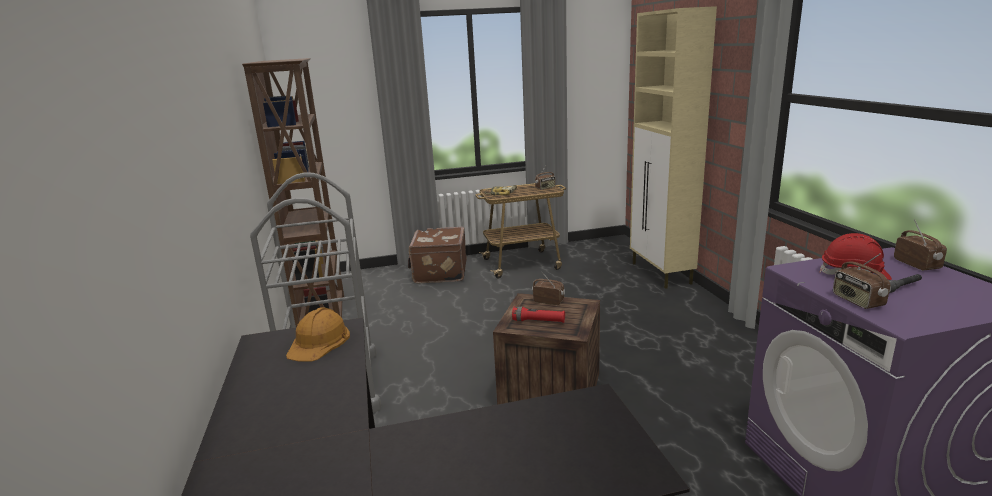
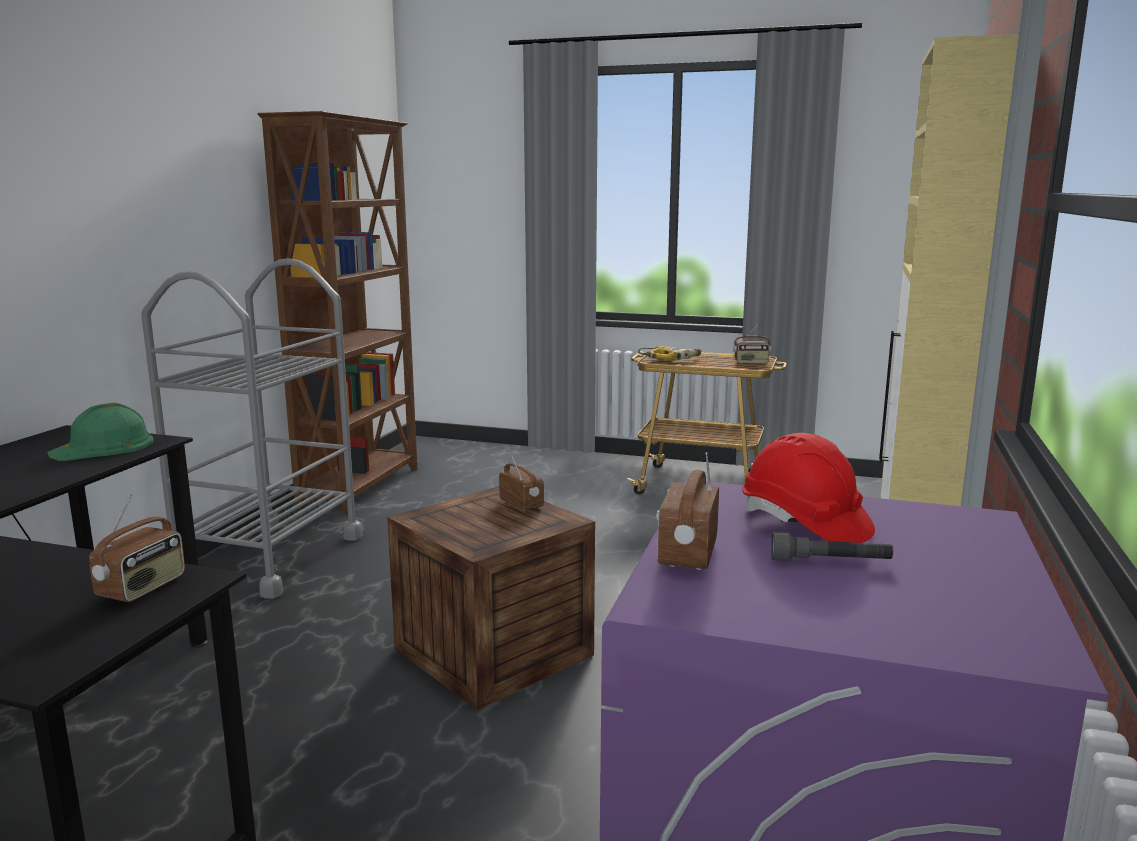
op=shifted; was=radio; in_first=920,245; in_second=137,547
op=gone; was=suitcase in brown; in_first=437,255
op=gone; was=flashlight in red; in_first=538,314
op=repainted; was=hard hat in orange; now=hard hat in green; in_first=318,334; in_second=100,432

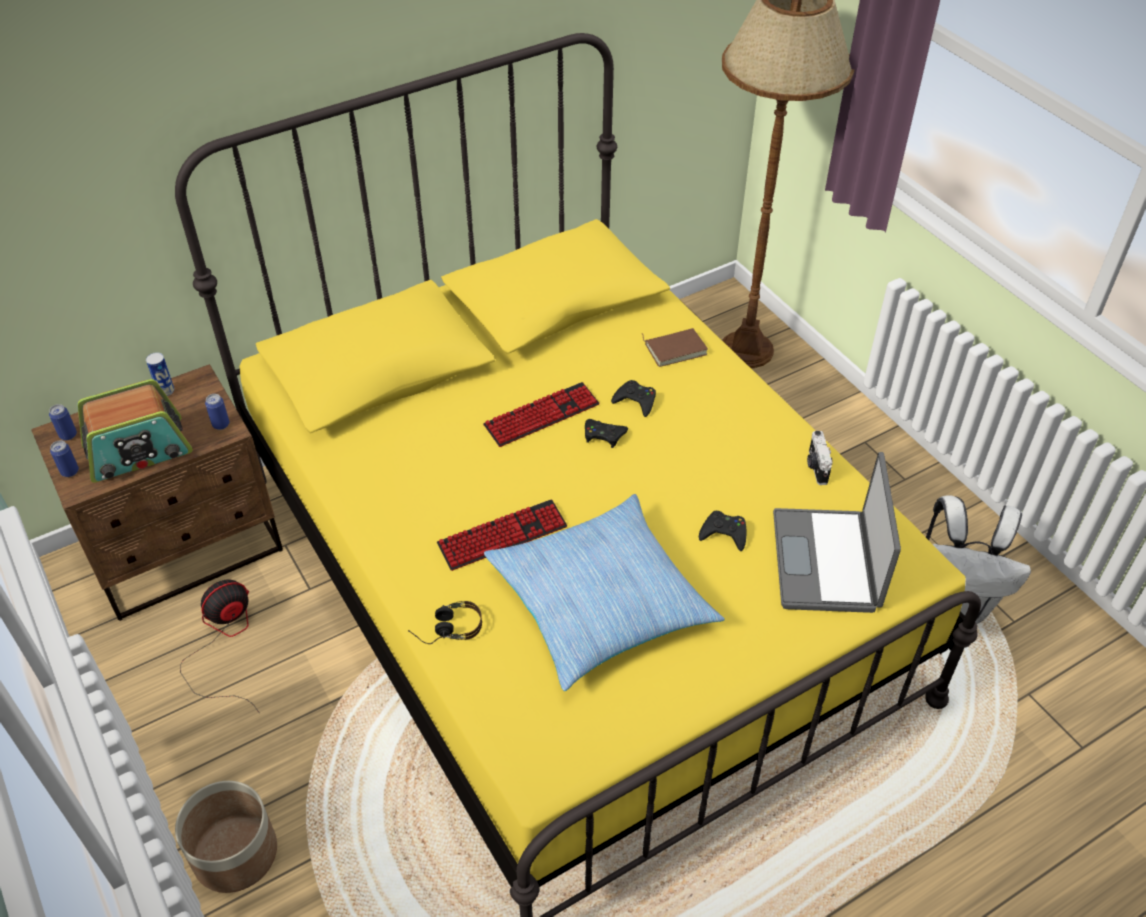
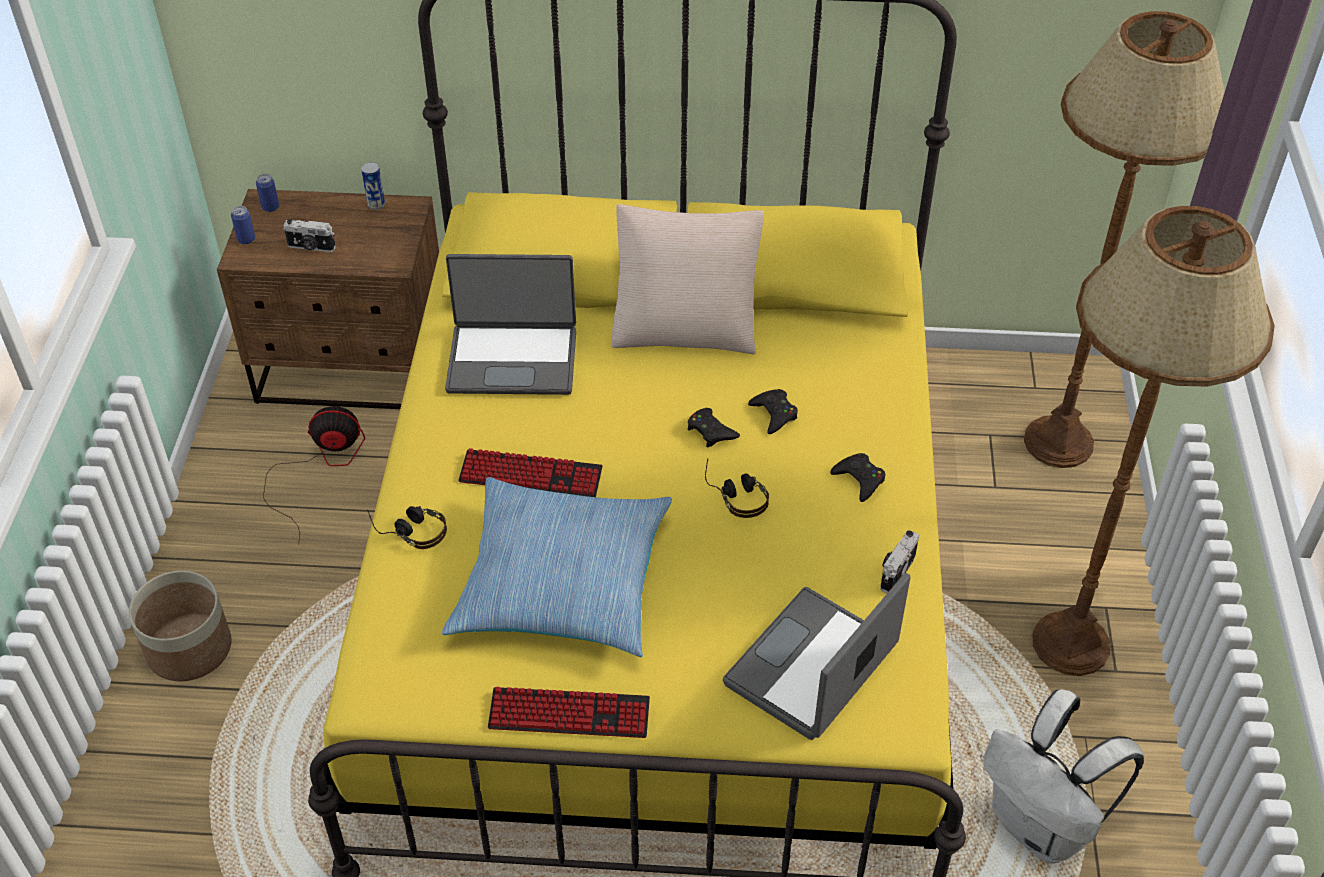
op=gone; was=book in brown; in_first=674,347
op=swapped; was=radio; now=photo camera; in_first=135,431; in_second=310,235
op=shifted; was=keyboard; in_first=541,414; in_second=569,712
op=gone; was=can; in_first=217,412
op=shifted; was=game controller in black; in_first=722,531; in_second=858,477
op=new; now=pillow in beige; in_second=688,279
op=new; now=floor lamp in brown; in_second=1154,441
op=new; now=laptop; in_second=510,324
op=new; now=headphones; in_second=737,488

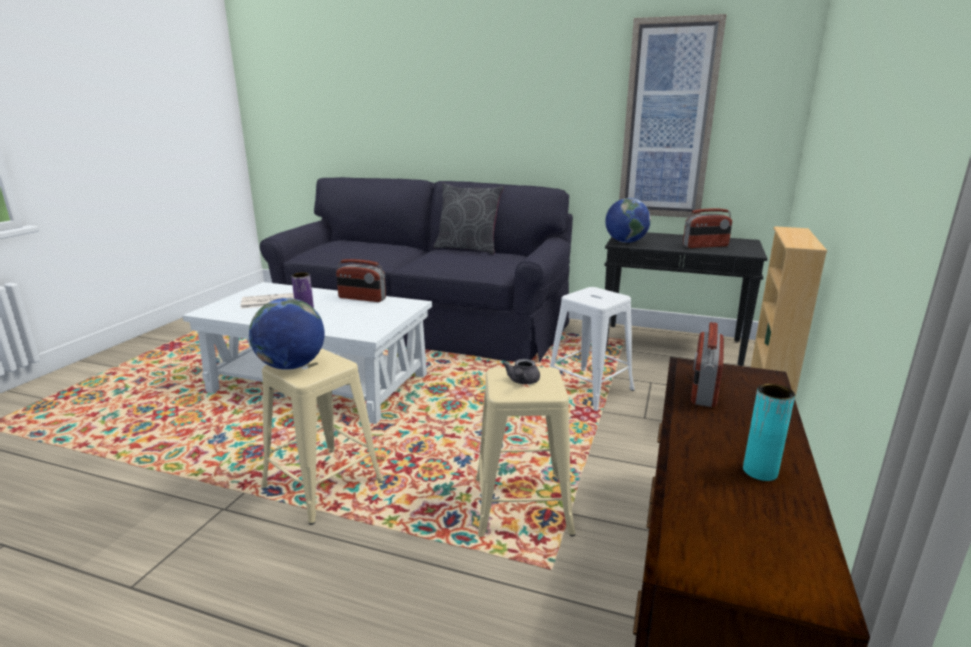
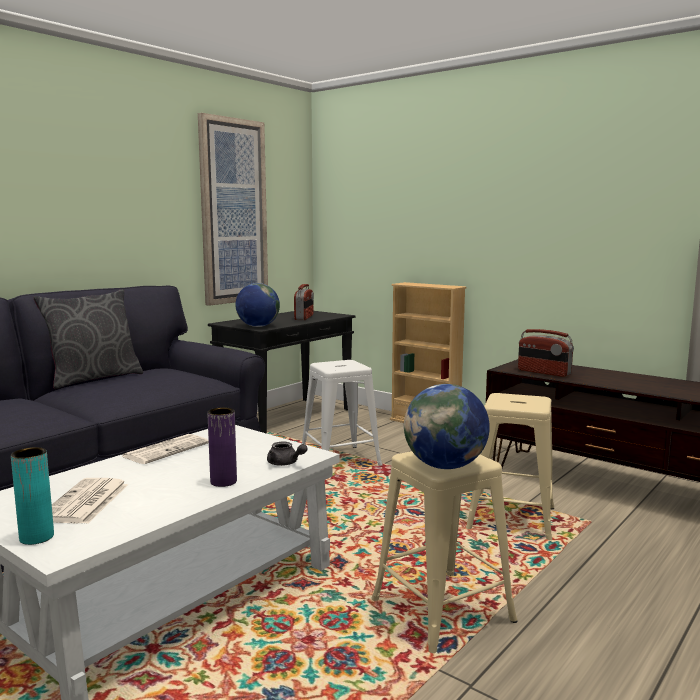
op=swapped; was=radio; now=newspaper; in_first=361,280; in_second=165,449
op=shifted; was=teapot in grey; in_first=521,371; in_second=287,454
op=shifted; was=vase in turquoise; in_first=769,432; in_second=32,496

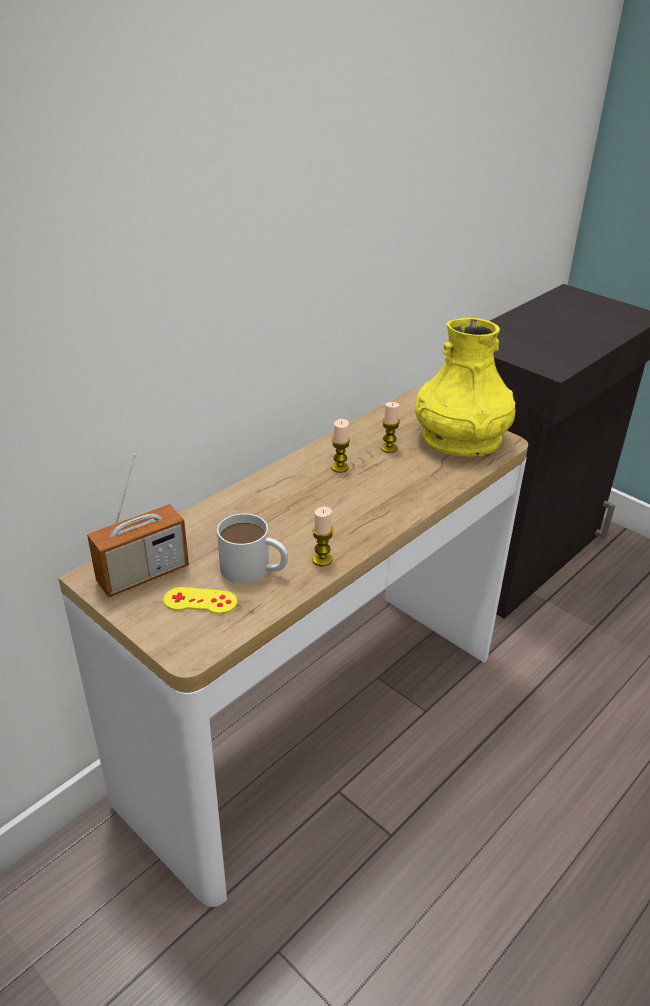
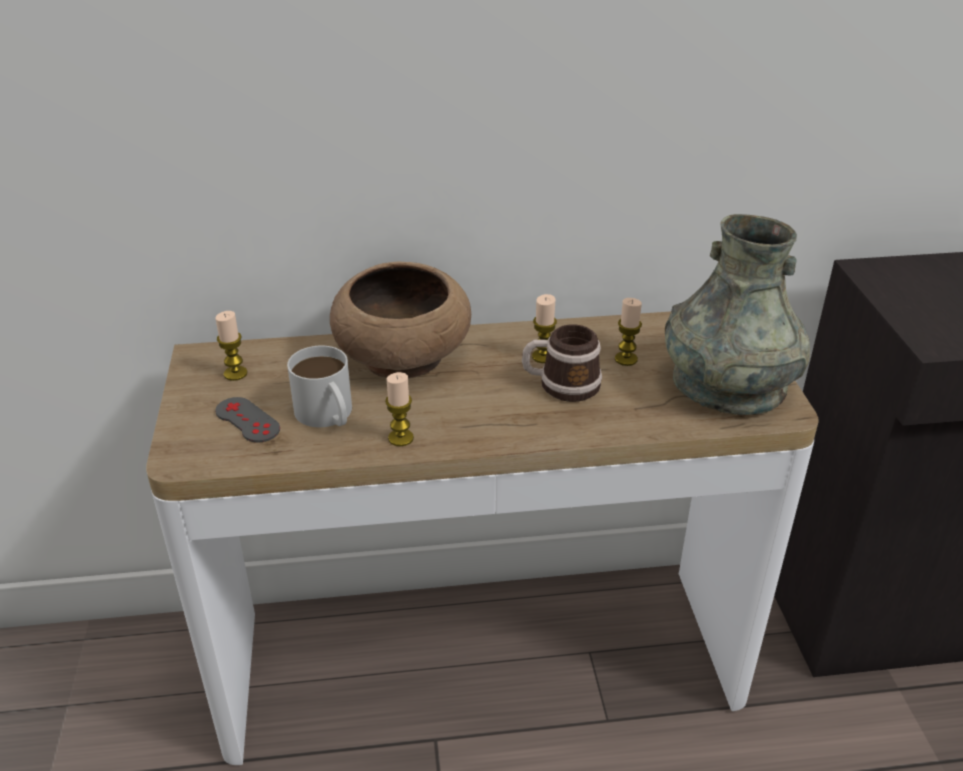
op=repainted; was=vase in yellow; now=vase in grey; in_first=465,387; in_second=737,314
op=swapped; was=radio; now=candle; in_first=138,525; in_second=231,346
op=repainted; was=game controller in yellow; now=game controller in grey; in_first=200,600; in_second=247,420
op=new; now=bowl in brown; in_second=400,319
op=new; now=mug; in_second=562,363

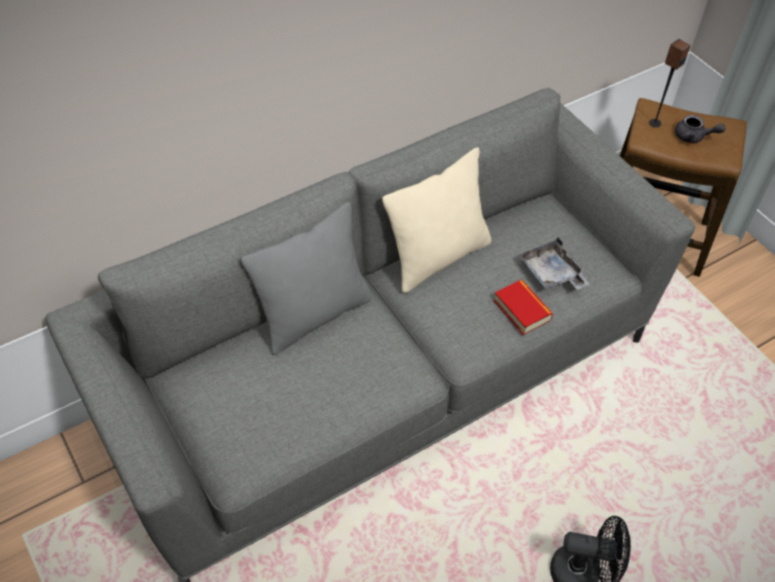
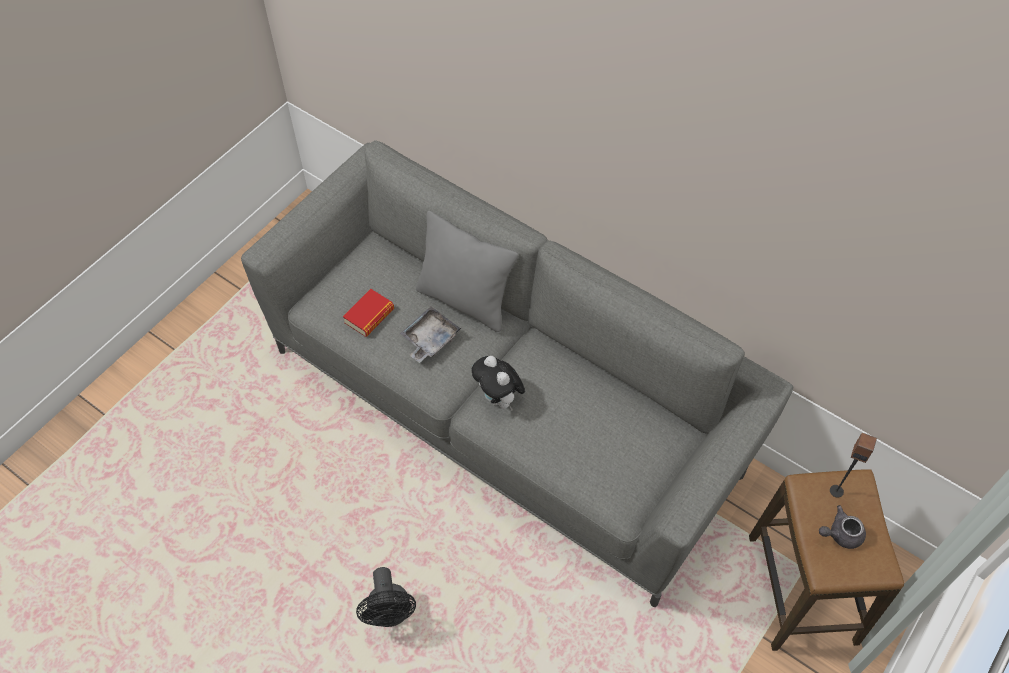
op=rotated; was=teapot in grey; in_first=700,129; in_second=842,527; clockwise=75
op=gone; was=pillow in beige; in_first=436,220
op=shifted; was=tray in grey; in_first=554,263; in_second=430,335
op=shifted; was=book; in_first=523,307; in_second=368,313
op=new; now=plush toy; in_second=498,383

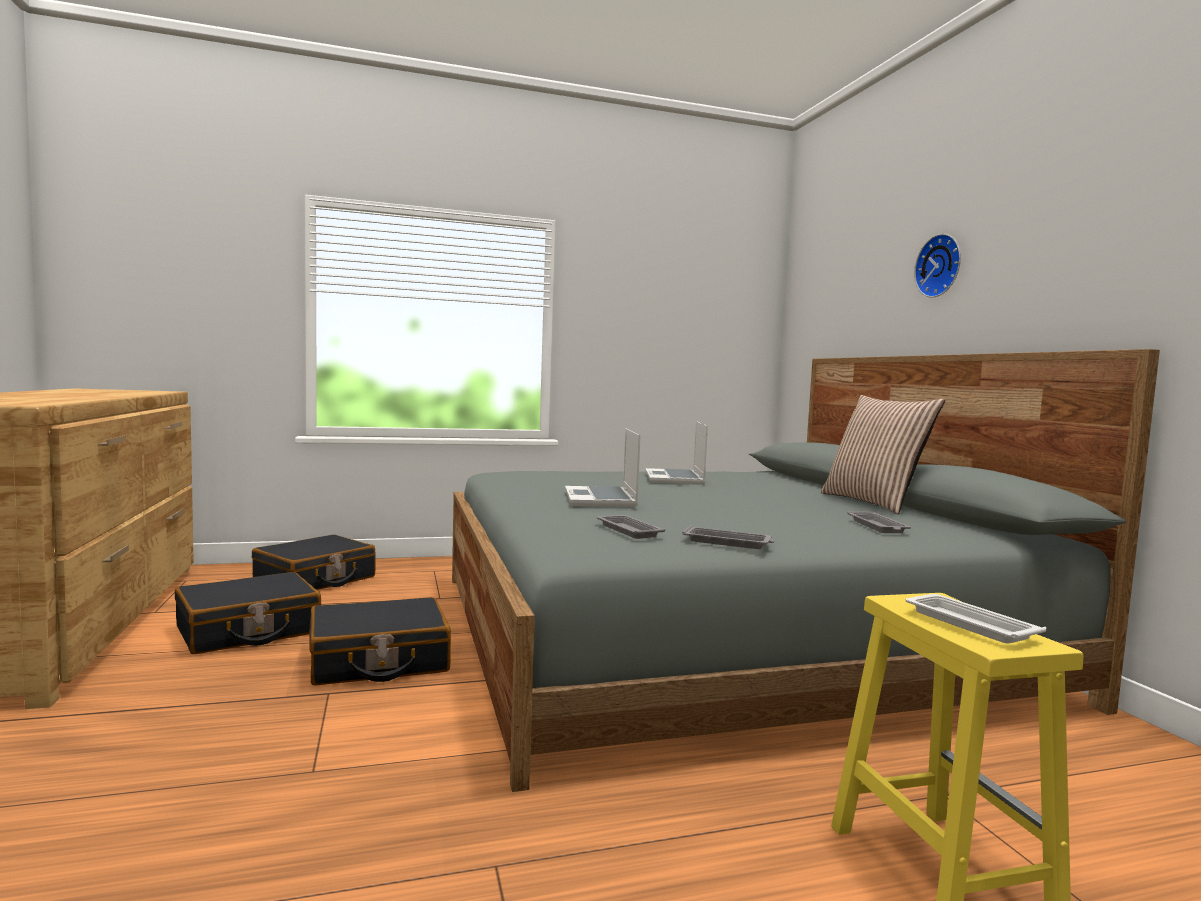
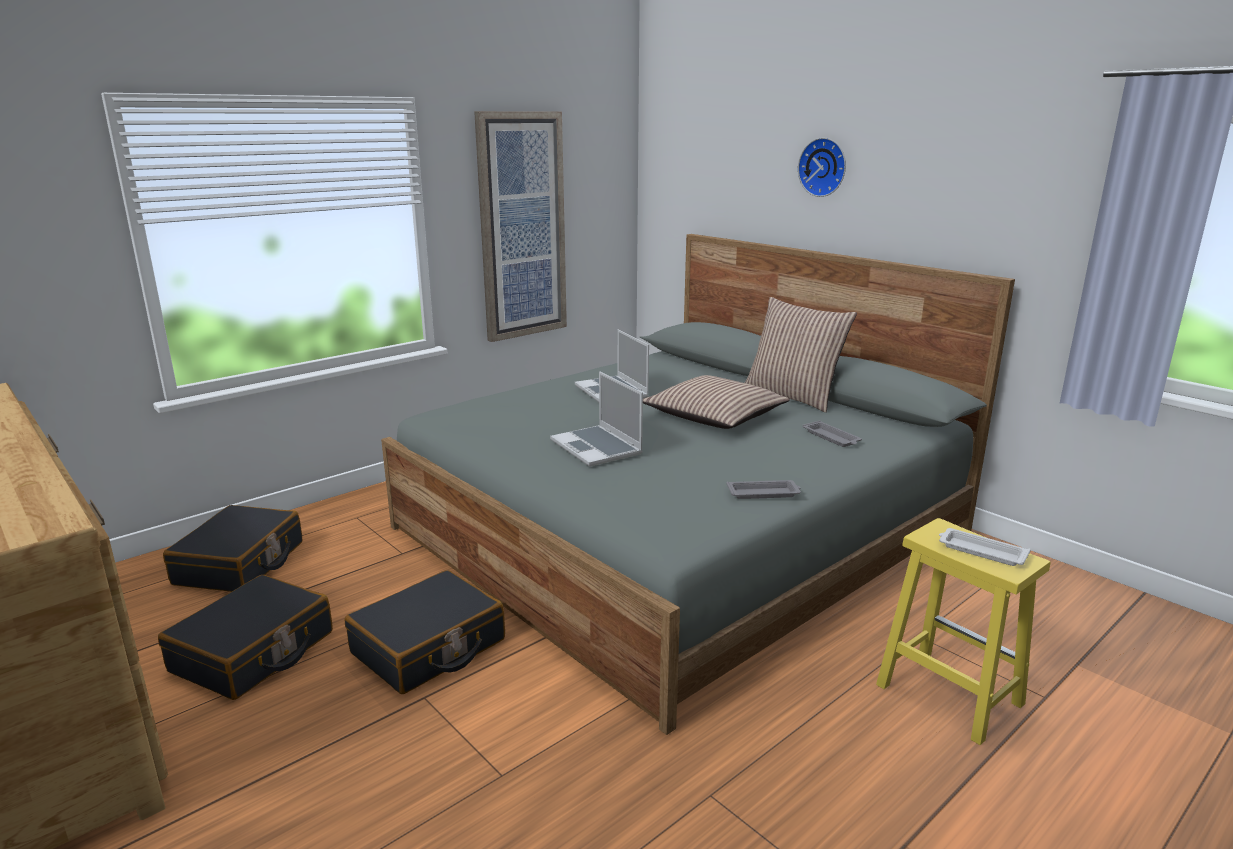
op=gone; was=tray in grey; in_first=631,527
op=new; now=picture; in_second=520,226
op=new; now=pillow; in_second=716,402

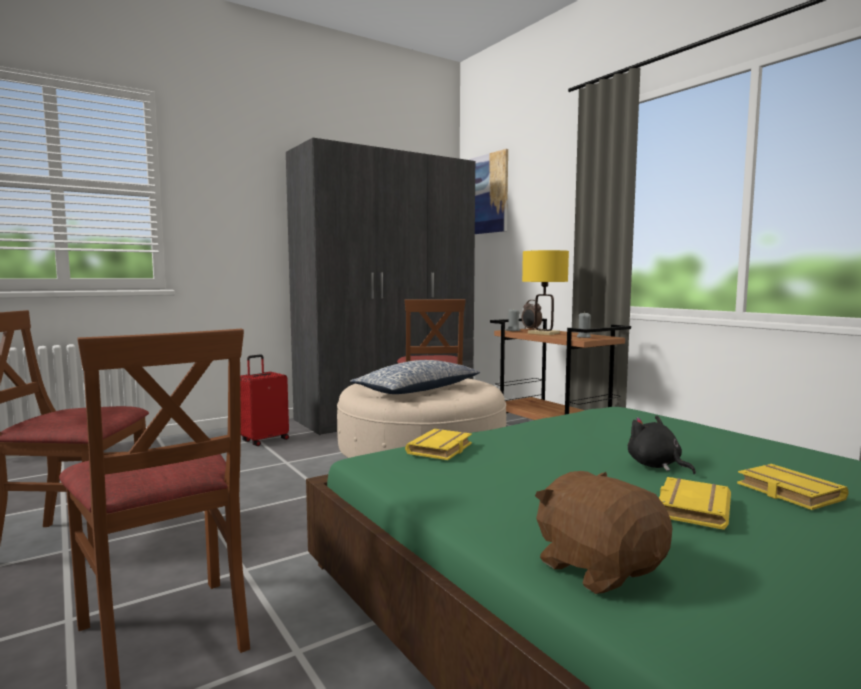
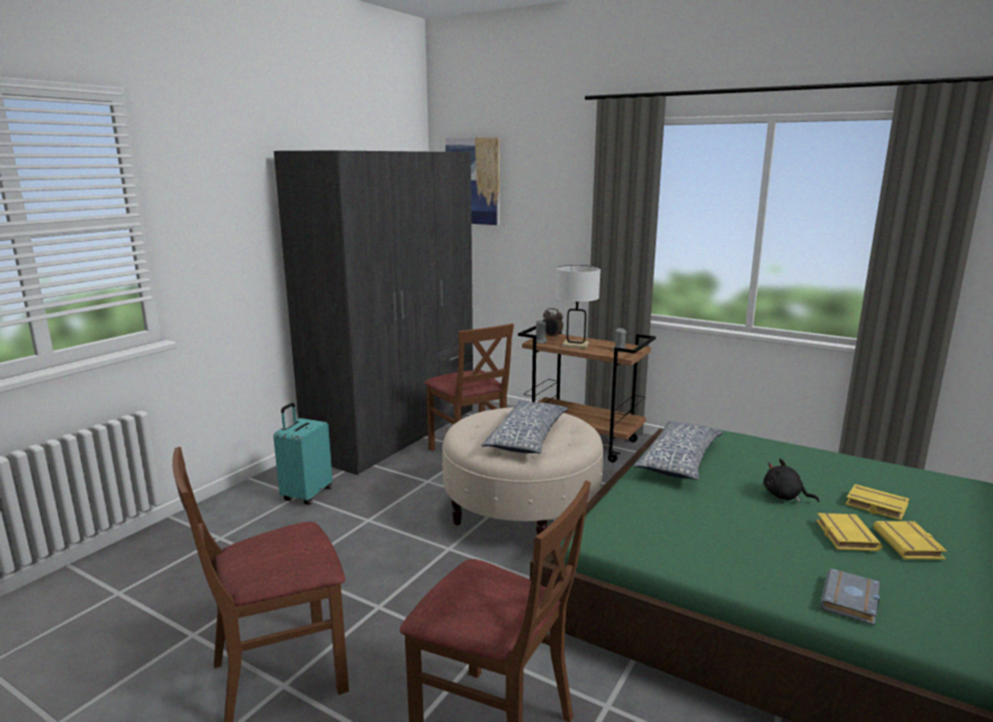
op=repainted; was=table lamp in yellow; now=table lamp in white; in_first=545,292; in_second=578,307
op=repainted; was=suitcase in red; now=suitcase in turquoise; in_first=264,400; in_second=303,454
op=shifted; was=book in yellow; in_first=438,444; in_second=910,540
op=swapped; was=plush toy in brown; now=book in grey; in_first=603,532; in_second=850,597
op=new; now=pillow; in_second=678,450

